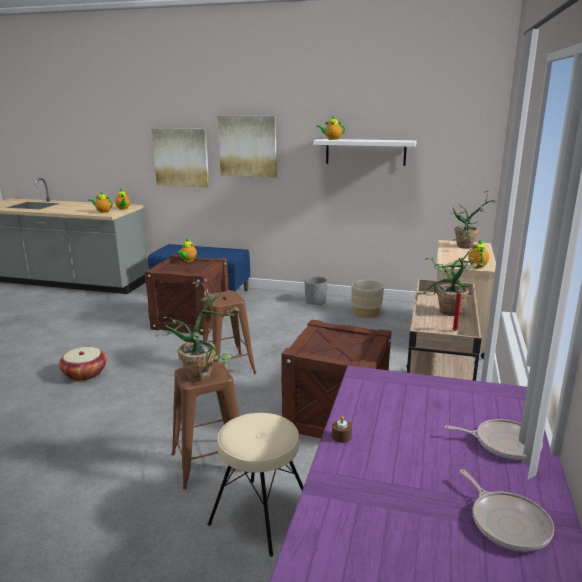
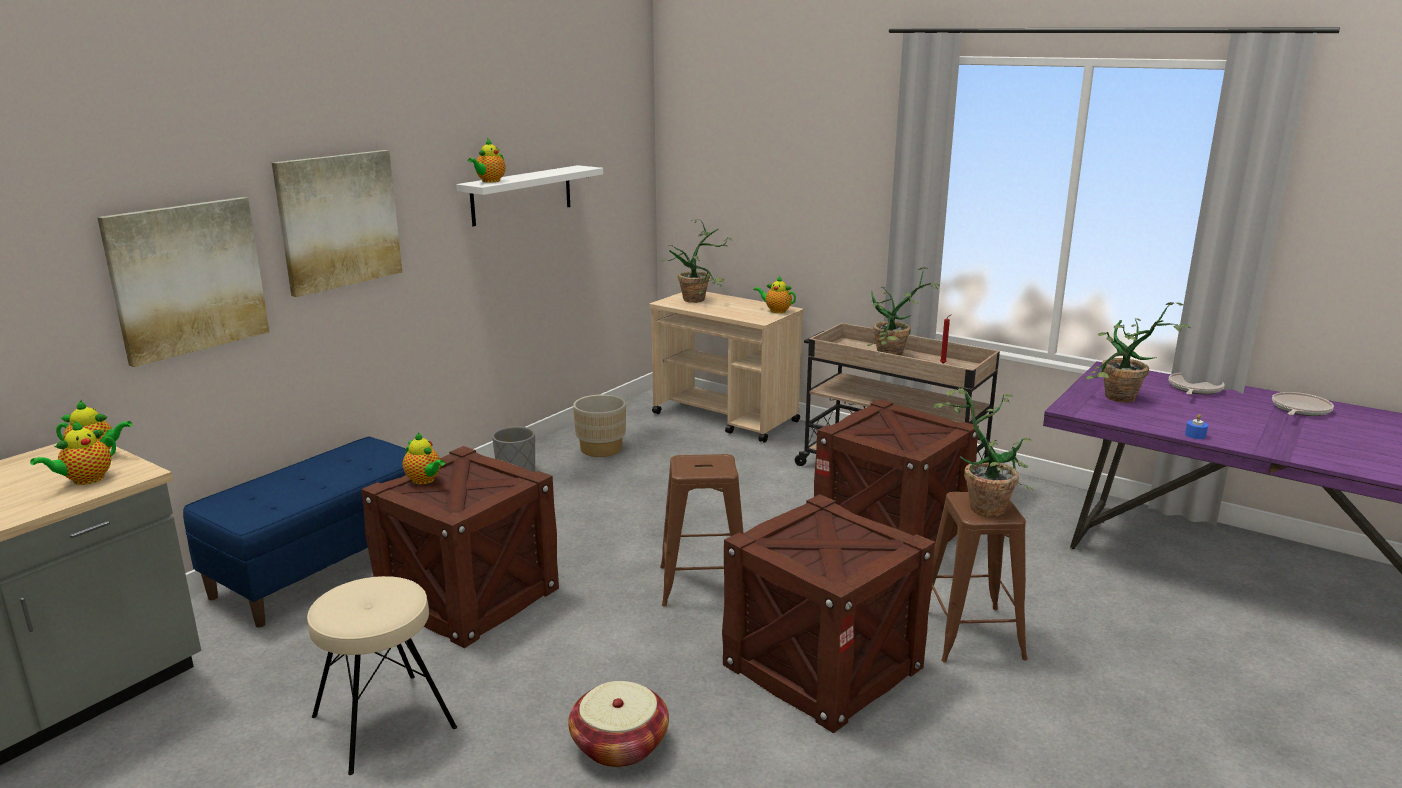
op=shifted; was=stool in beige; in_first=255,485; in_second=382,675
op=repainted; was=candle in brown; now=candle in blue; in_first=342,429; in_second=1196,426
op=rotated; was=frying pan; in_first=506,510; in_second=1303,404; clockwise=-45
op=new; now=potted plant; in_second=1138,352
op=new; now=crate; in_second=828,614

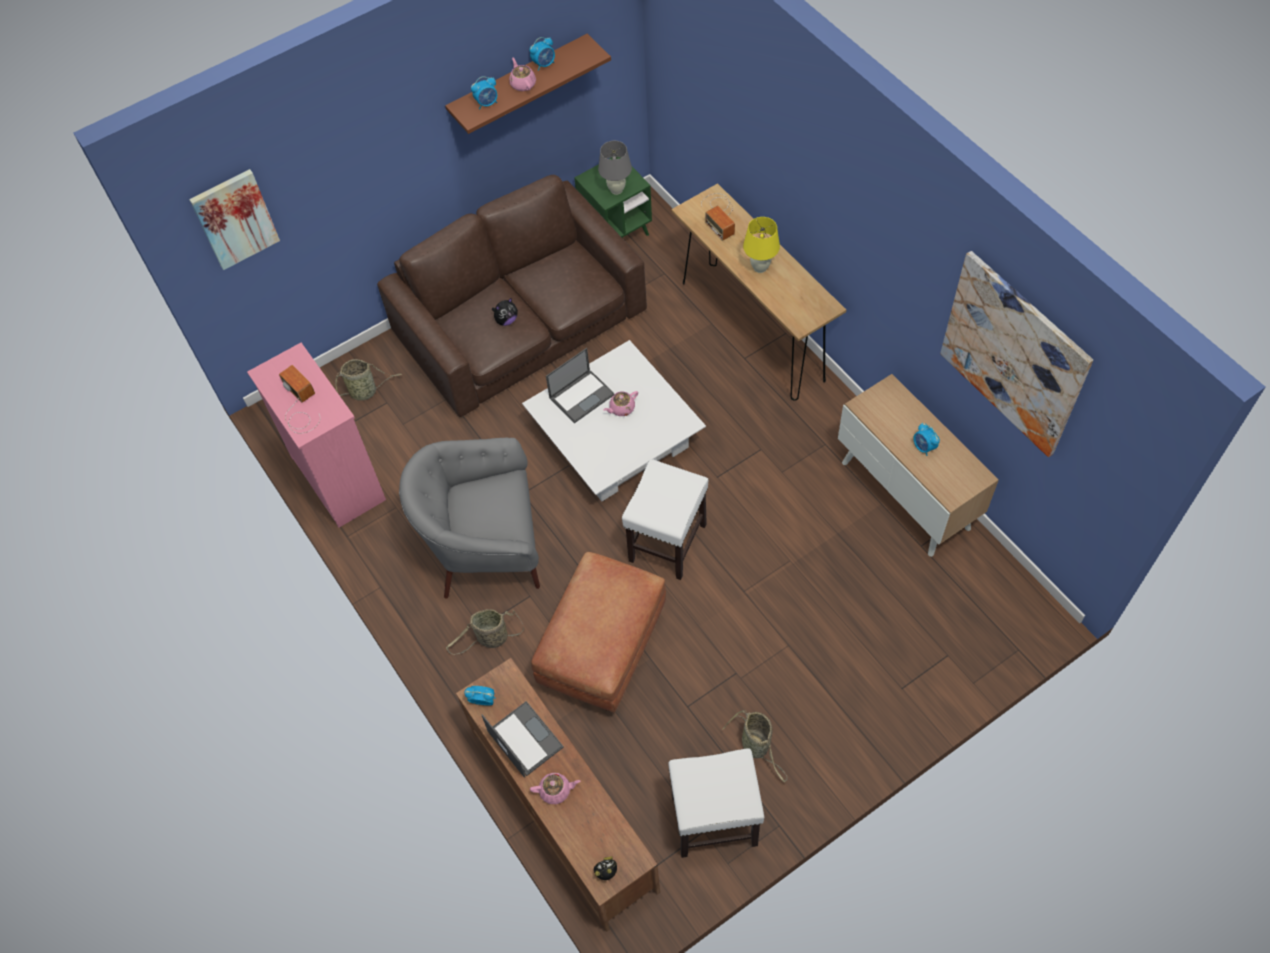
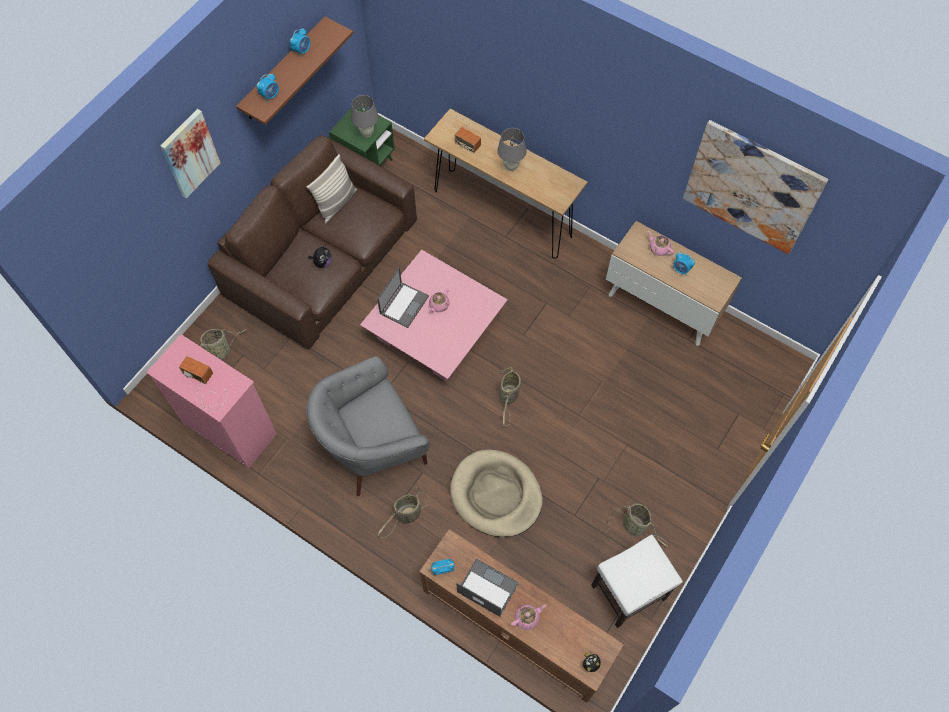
op=shifted; was=teapot in pink; in_first=522,74; in_second=661,243
op=shifted; was=picture; in_first=234,219; in_second=190,153
op=repainted; was=table lamp in yellow; now=table lamp in grey; in_first=761,245; in_second=511,149
op=repainted; was=coffee table in white; now=coffee table in pink; in_first=614,420; in_second=434,315
op=swapped; was=stool in white; now=basket; in_first=665,519; in_second=509,396
op=swapped; was=ottoman in brown; now=dog bed in beige; in_first=598,632; in_second=496,493
op=new; now=pillow; in_second=331,189

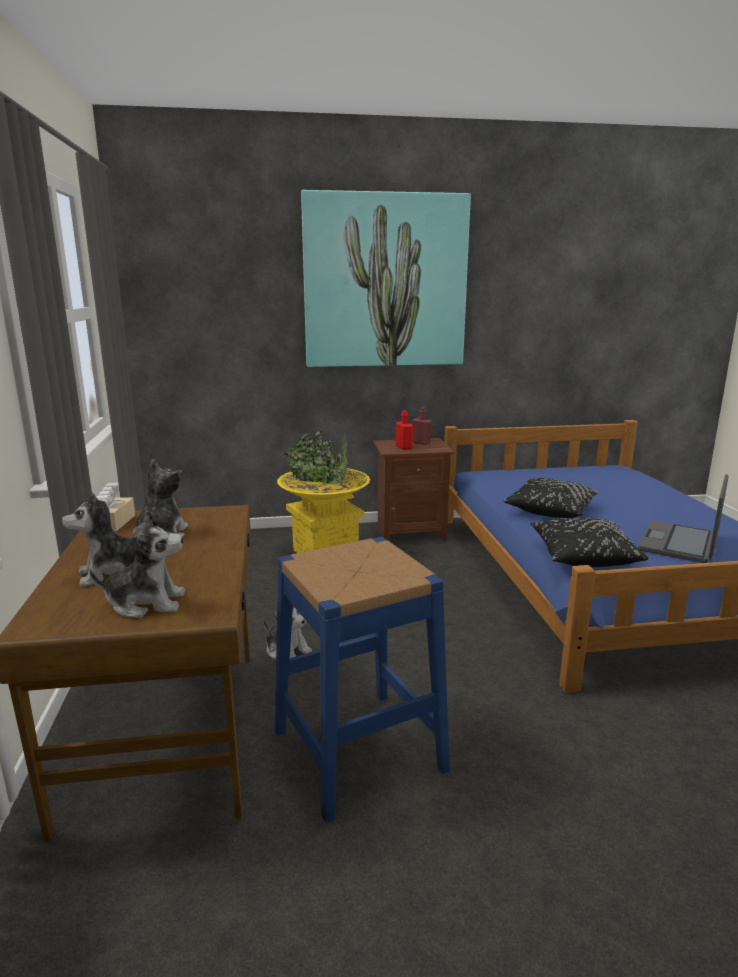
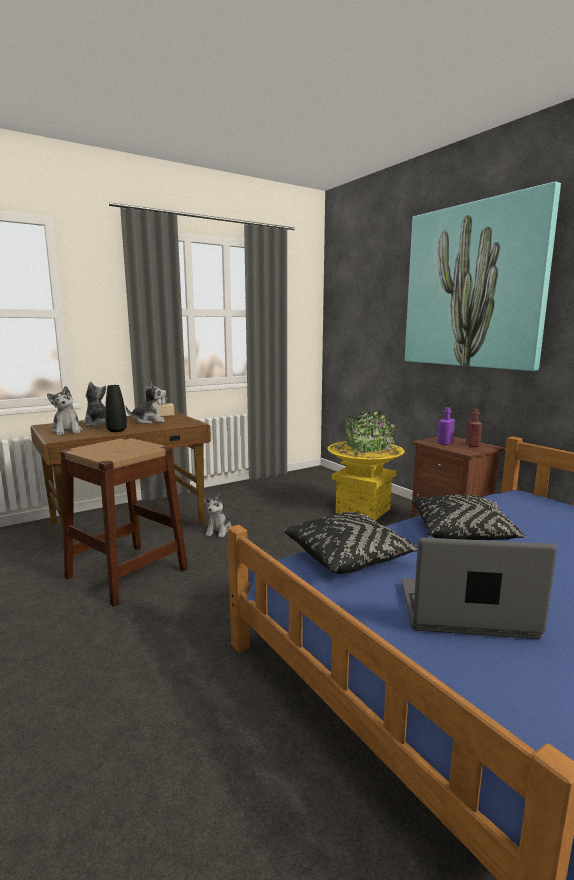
op=repainted; was=bottle in red; now=bottle in purple; in_first=404,430; in_second=446,426
op=repainted; was=stool in blue; now=stool in brown; in_first=362,679; in_second=124,522
op=new; now=vase in black; in_second=116,408

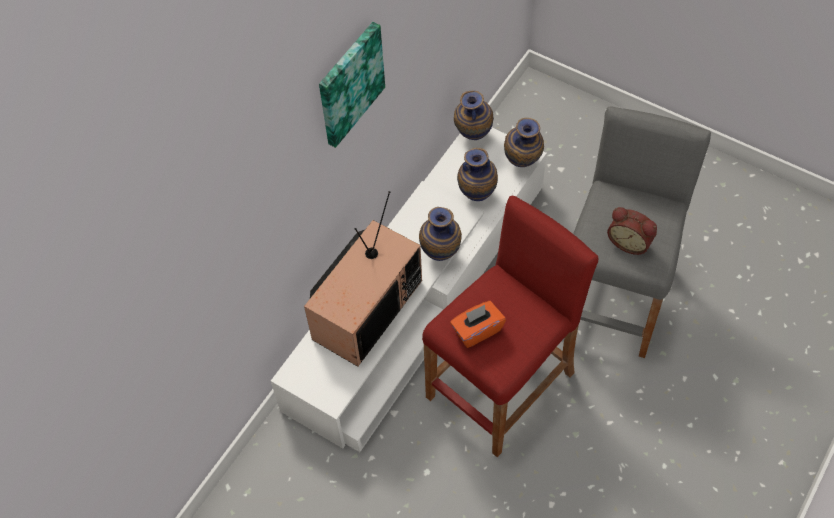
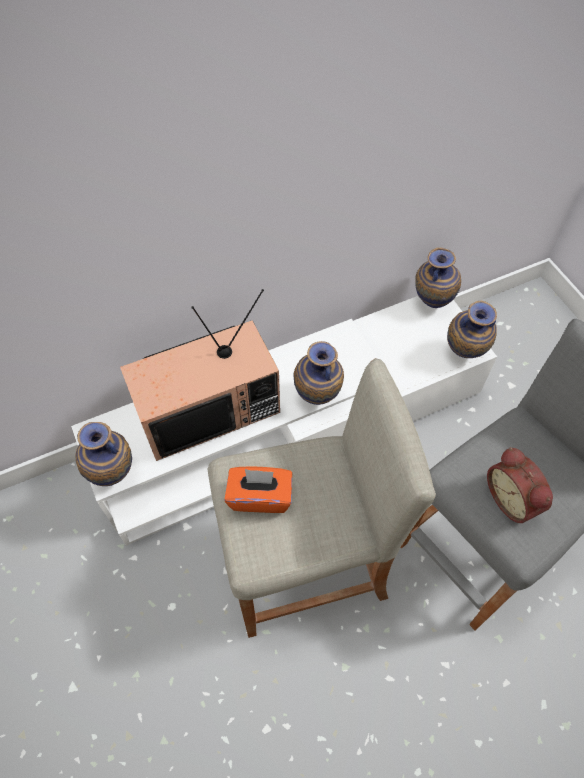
op=gone; was=picture; in_first=352,85
op=shifted; was=vase; in_first=477,174; in_second=104,454
op=repainted; was=stool in red; now=stool in beige; in_first=510,326; in_second=322,498

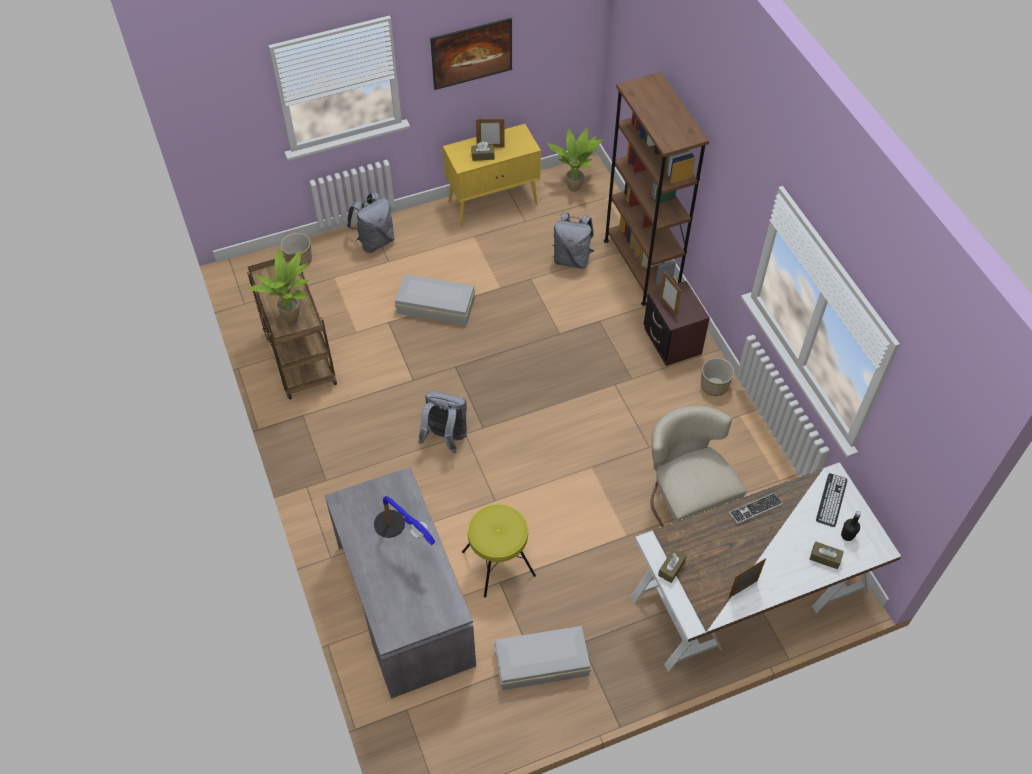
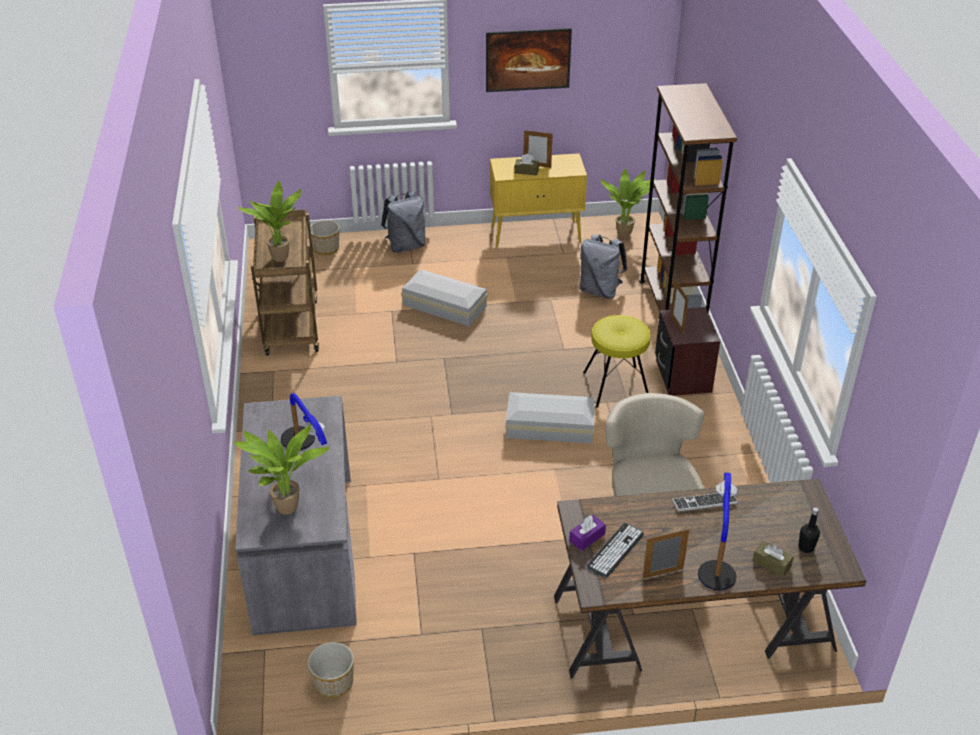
op=shifted; was=planter; in_first=717,377; in_second=331,670
op=gone; was=backpack in grey; in_first=442,422
op=repainted; was=desk in white; now=desk in brown; in_first=766,567; in_second=710,578
op=shifted; was=keyboard; in_first=831,500; in_second=615,550
op=shifted; was=stool in yellow; in_first=499,551; in_second=617,361
op=repainted; was=tissue box in brown; now=tissue box in purple; in_first=672,566; in_second=587,533
op=shifted; was=storage box in white; in_first=542,658; in_second=550,417
op=new; now=potted plant; in_second=281,469
op=new; now=table lamp; in_second=717,531

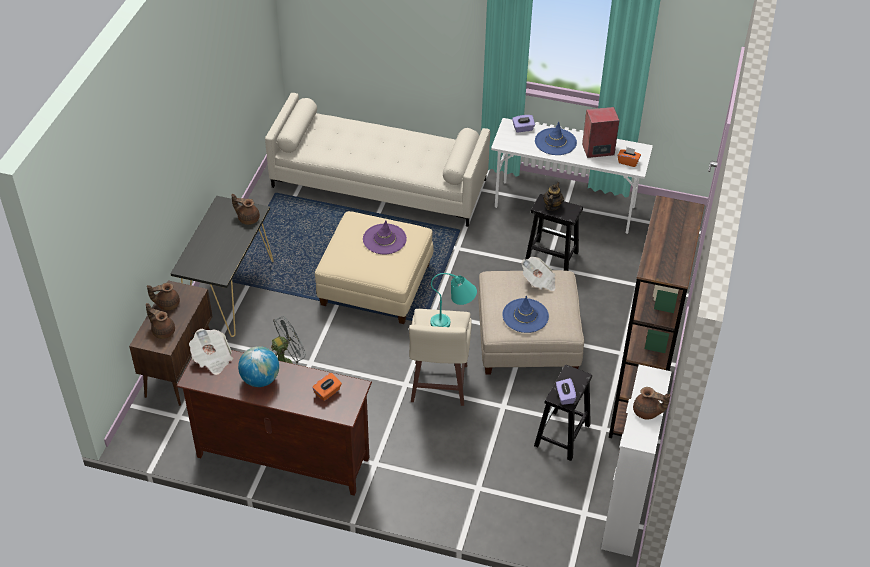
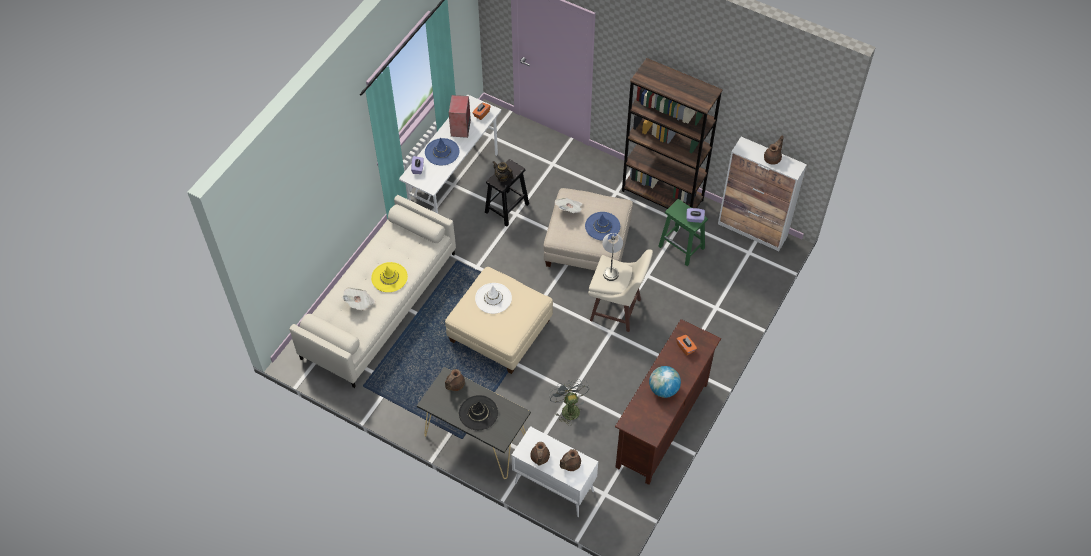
op=repainted; was=hat in purple; now=hat in white; in_first=385,237; in_second=493,298
op=repainted; was=table lamp in turquoise; now=table lamp in grey; in_first=454,300; in_second=612,257
op=repainted; was=cabinet in brown; now=cabinet in white; in_first=171,343; in_second=554,471
op=shifted; was=newspaper; in_first=211,352; in_second=359,299
op=repainted; was=stool in black; now=stool in green; in_first=563,413; in_second=683,232
op=new; now=hat in yellow; in_second=389,277
op=new; now=hat in black; in_second=478,412

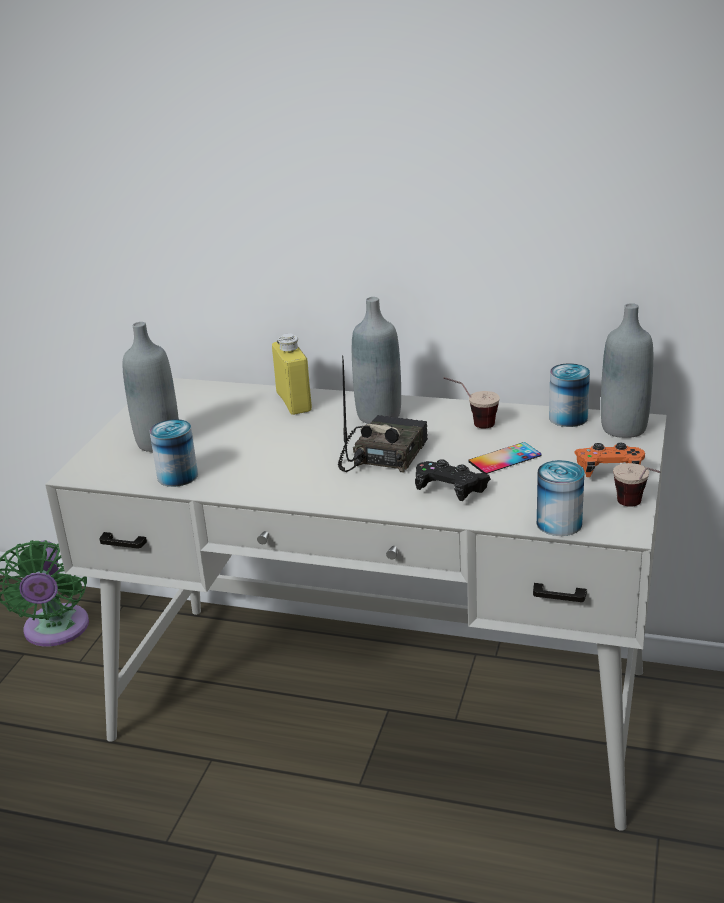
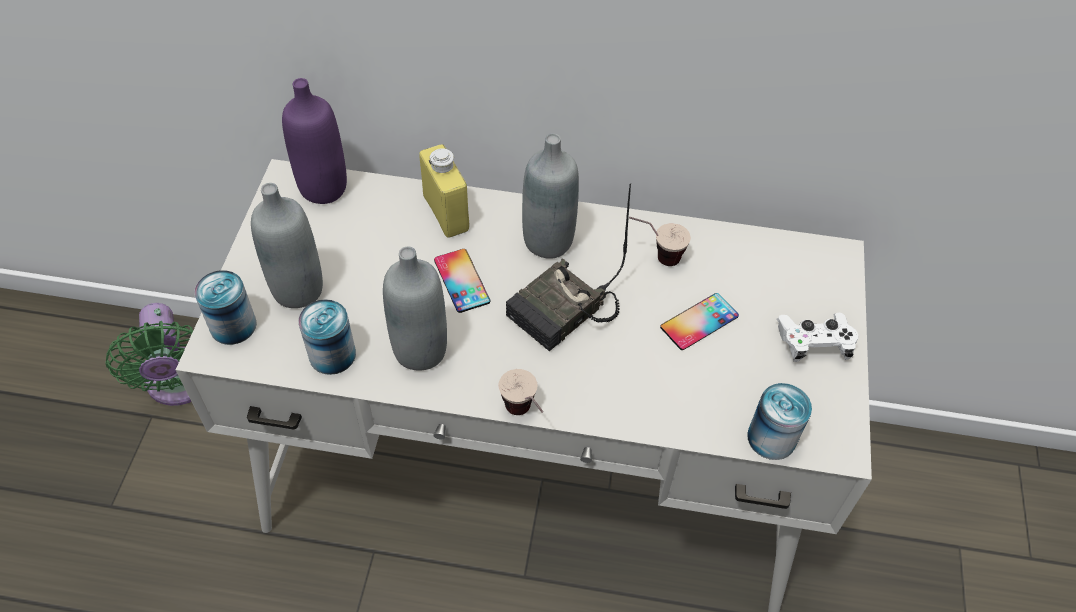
op=shifted; was=bottle in grey; in_first=627,370; in_second=415,308
op=rotated; was=radio; in_first=383,414; in_second=568,267; clockwise=-150
op=shifted; was=can; in_first=569,395; in_second=225,307
op=repainted; was=game controller in orange; now=game controller in white; in_first=609,460; in_second=817,337
op=gone; was=game controller in black; in_first=453,480
op=shifted; was=cup; in_first=636,485; in_second=520,392
op=new; now=bottle in purple; in_second=314,141
op=new; now=phone; in_second=462,281

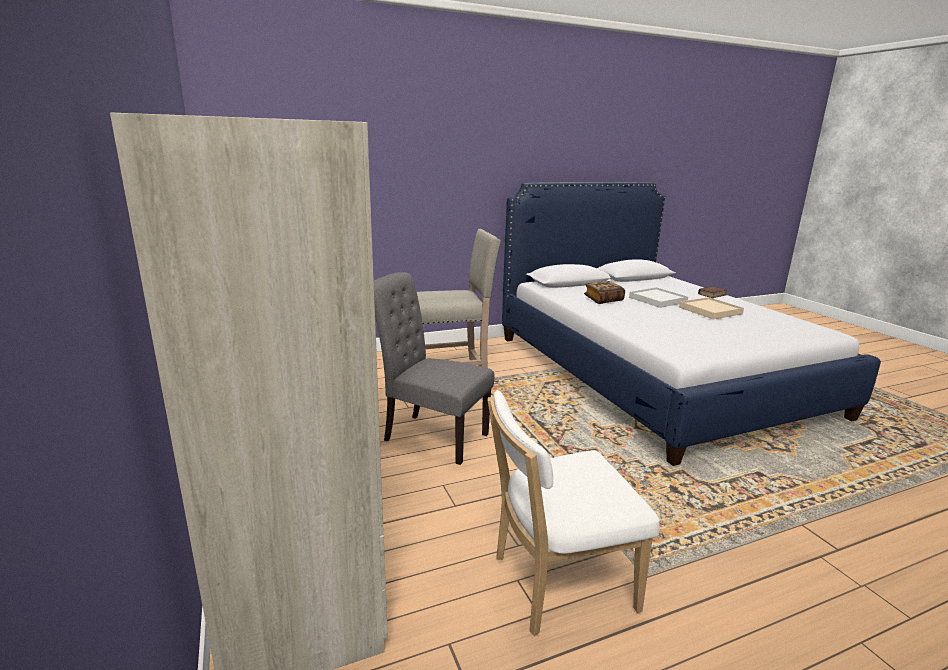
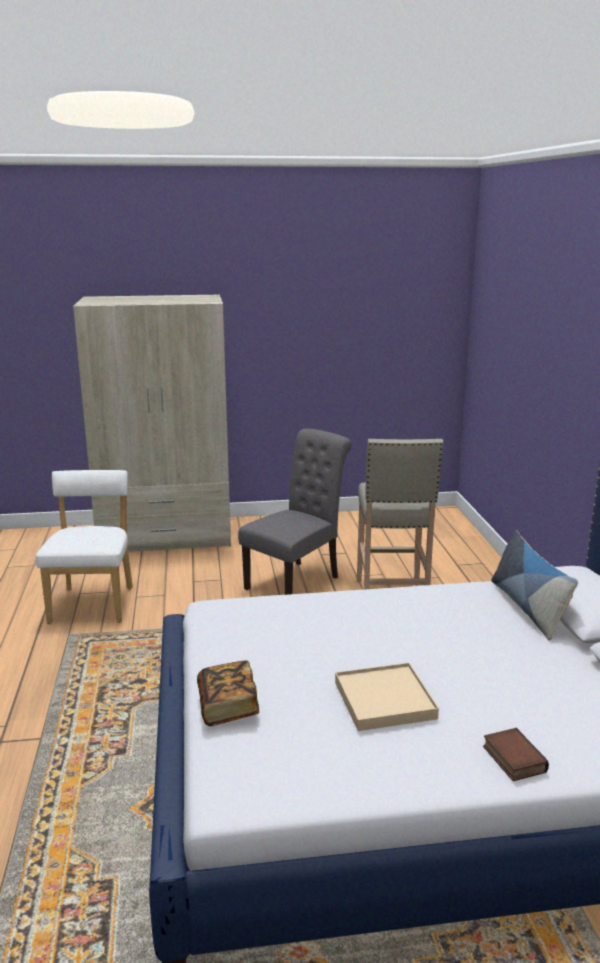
op=shifted; was=book; in_first=604,292; in_second=228,693
op=gone; was=tray in white; in_first=658,297
op=new; now=pillow; in_second=534,585

